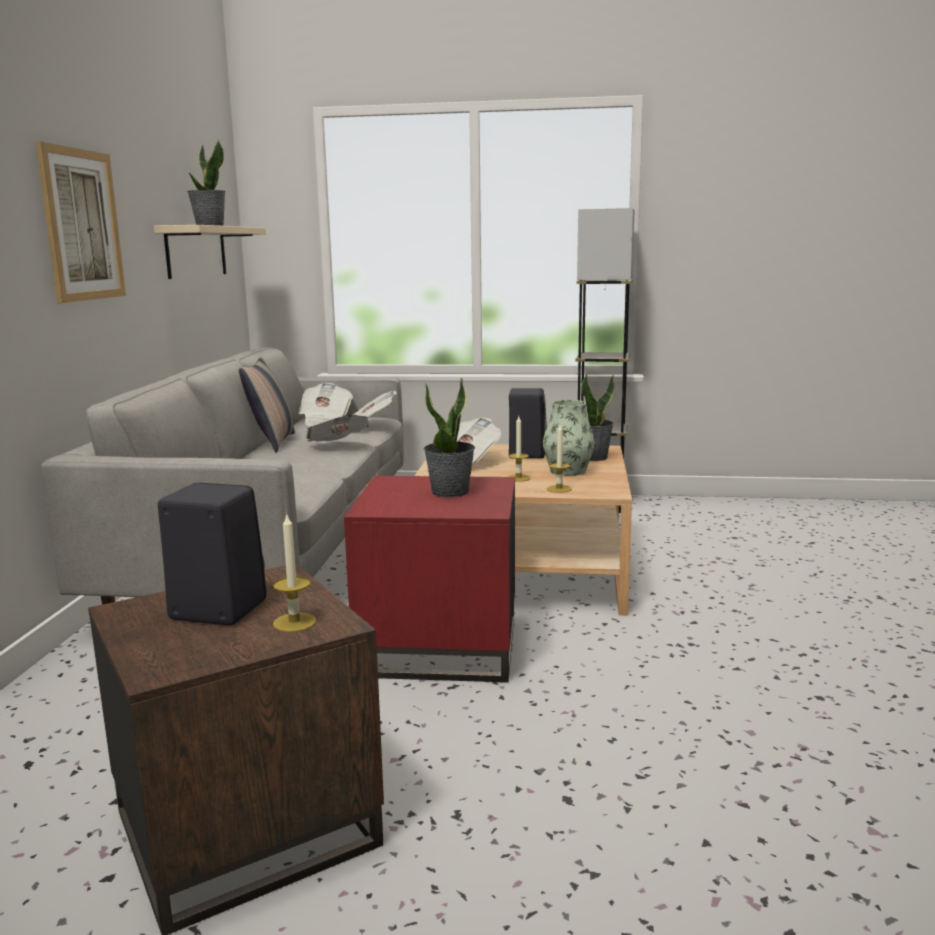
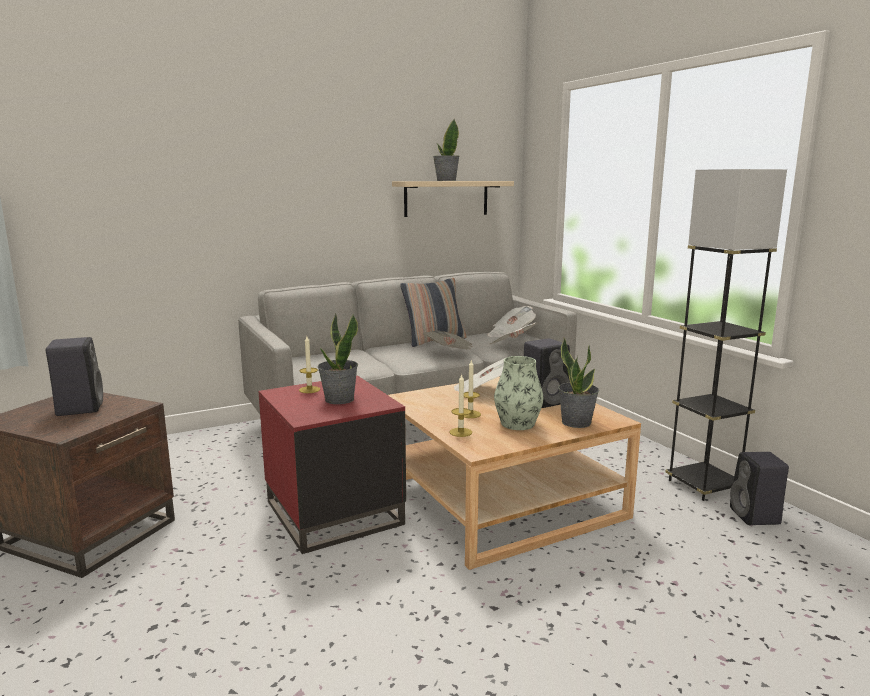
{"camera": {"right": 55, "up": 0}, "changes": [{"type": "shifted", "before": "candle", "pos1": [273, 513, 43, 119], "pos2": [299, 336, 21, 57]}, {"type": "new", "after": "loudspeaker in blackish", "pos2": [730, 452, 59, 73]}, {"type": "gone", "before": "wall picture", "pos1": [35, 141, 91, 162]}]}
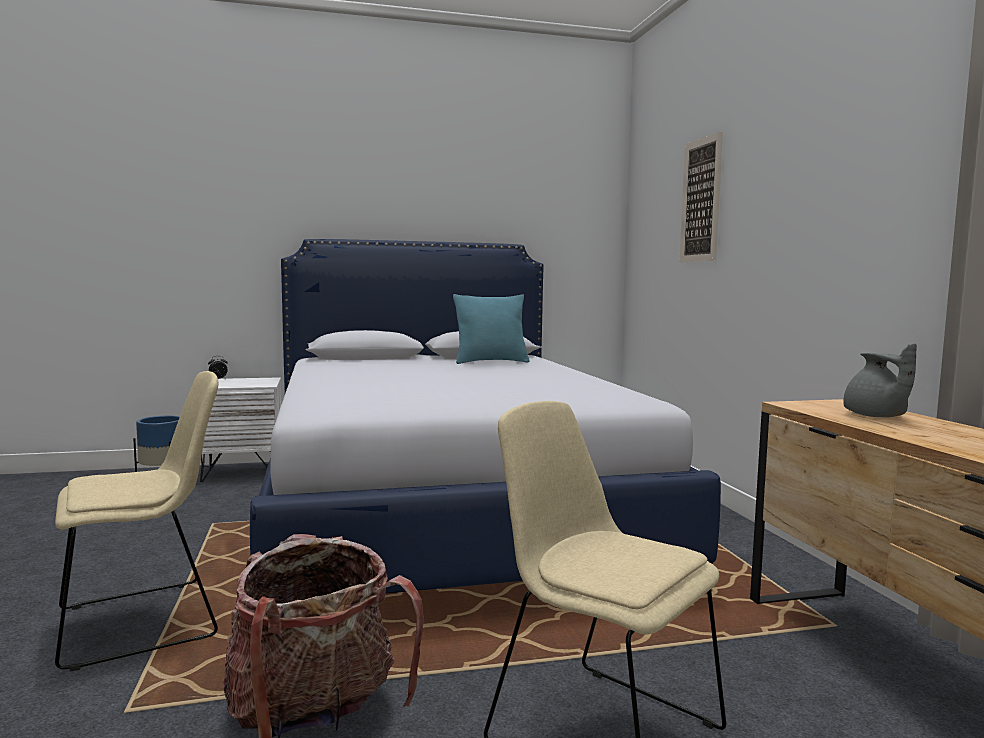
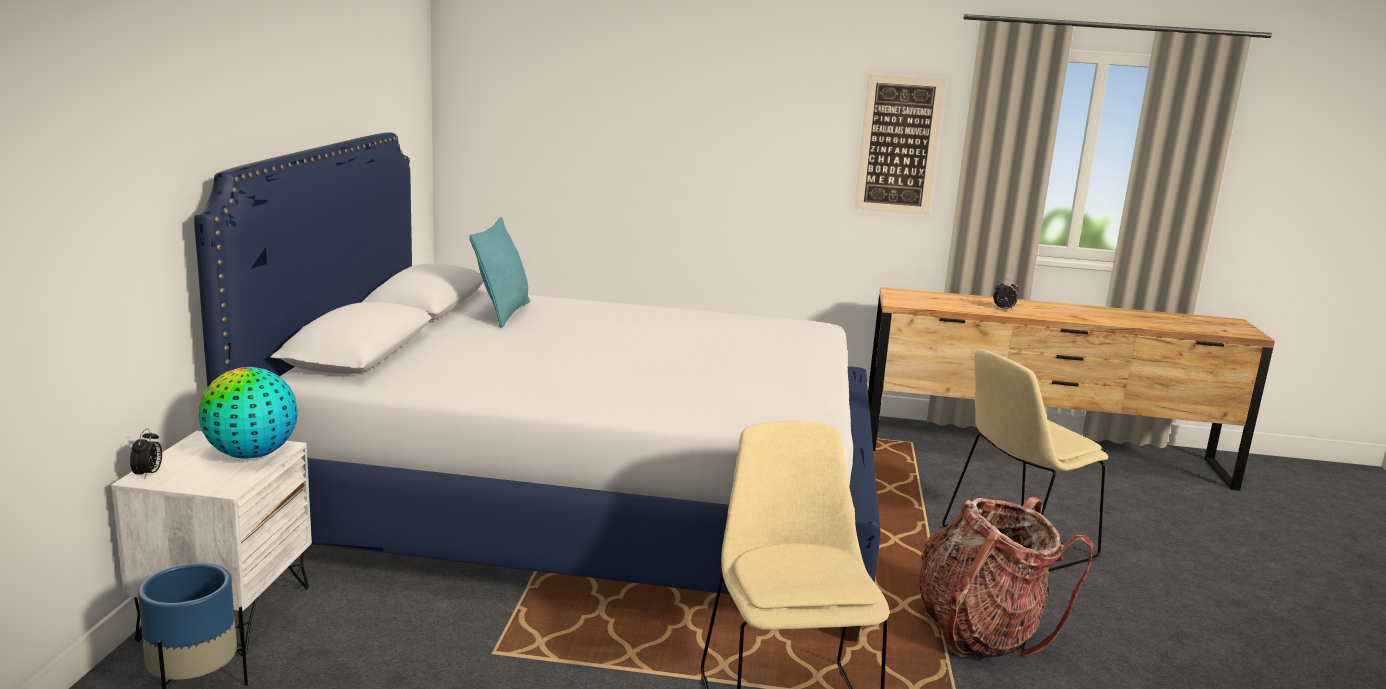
{"camera": {"right": -70, "up": 10}, "changes": [{"type": "new", "after": "desk globe", "pos2": [199, 367, 99, 91]}, {"type": "shifted", "before": "wall picture", "pos1": [679, 131, 44, 132], "pos2": [854, 74, 92, 141]}, {"type": "new", "after": "table clock", "pos2": [993, 280, 26, 30]}, {"type": "gone", "before": "teapot in grey", "pos1": [843, 343, 74, 74]}]}
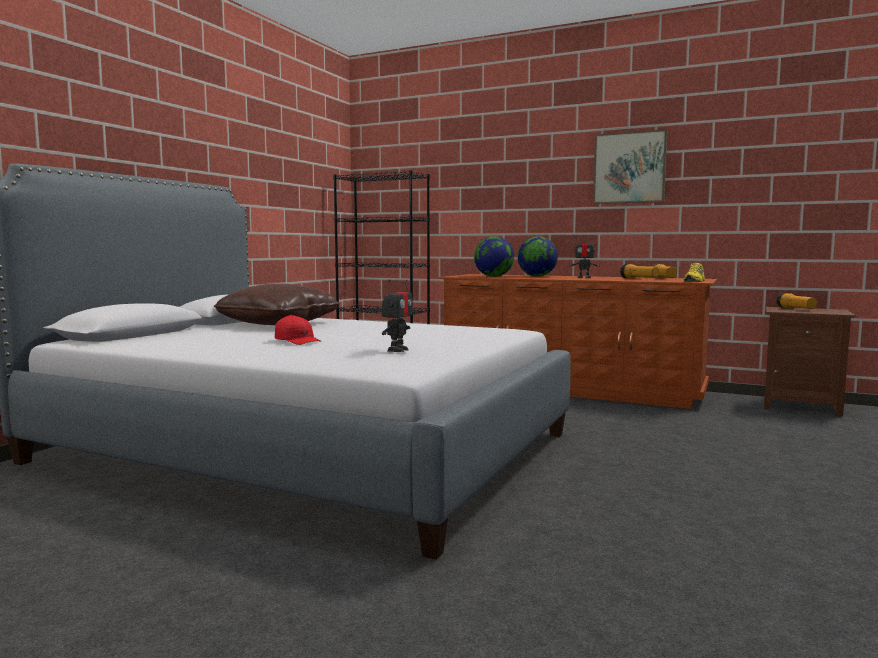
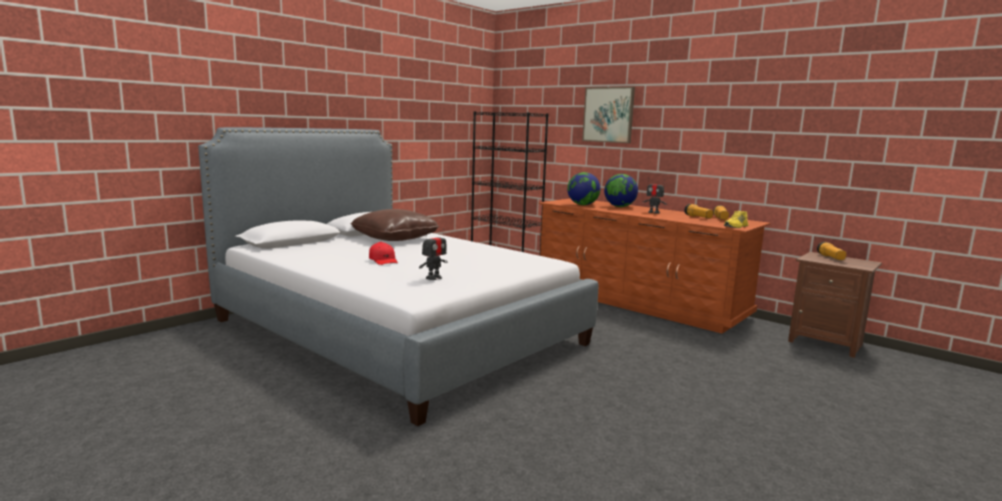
{"camera": {"right": 15, "up": 5}, "changes": [{"type": "shifted", "before": "wall picture", "pos1": [593, 129, 75, 75], "pos2": [582, 87, 53, 56]}]}
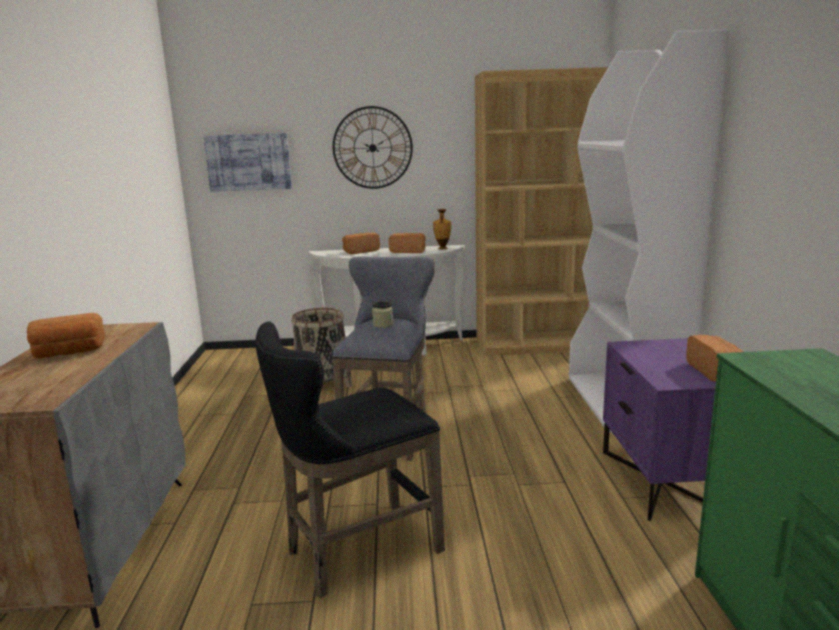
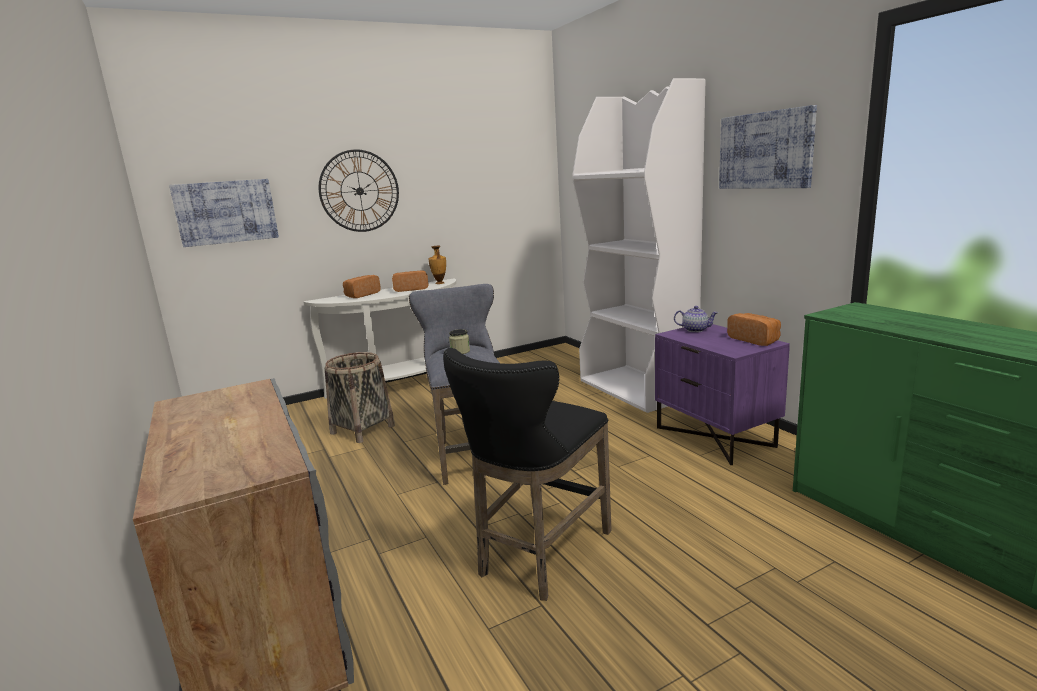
{"camera": {"right": -25, "up": 0}, "changes": [{"type": "new", "after": "teapot", "pos2": [674, 306, 44, 26]}, {"type": "new", "after": "wall picture", "pos2": [719, 105, 98, 84]}, {"type": "gone", "before": "bakery bread", "pos1": [27, 313, 78, 46]}, {"type": "gone", "before": "bookcase in brownish", "pos1": [475, 67, 133, 289]}]}
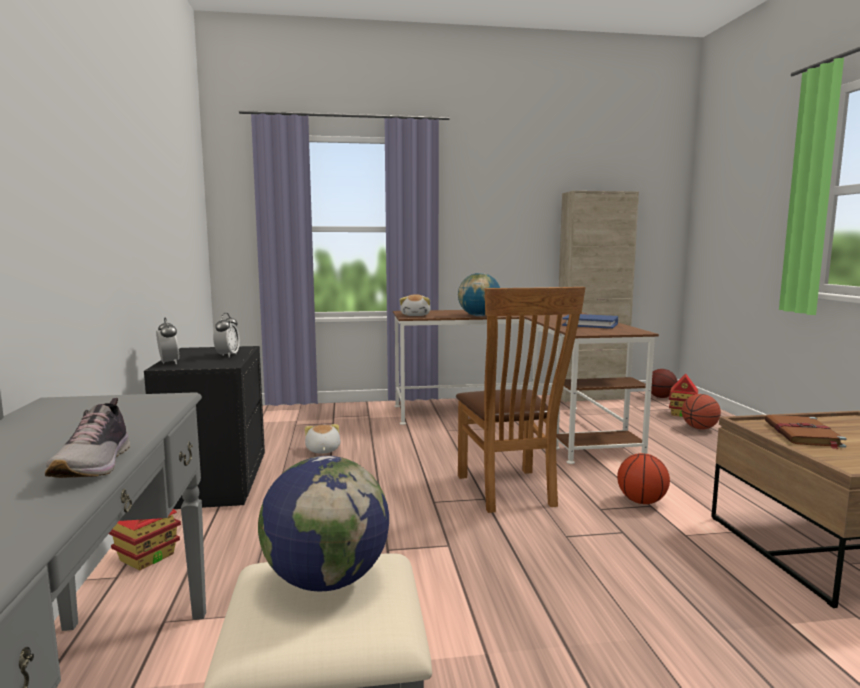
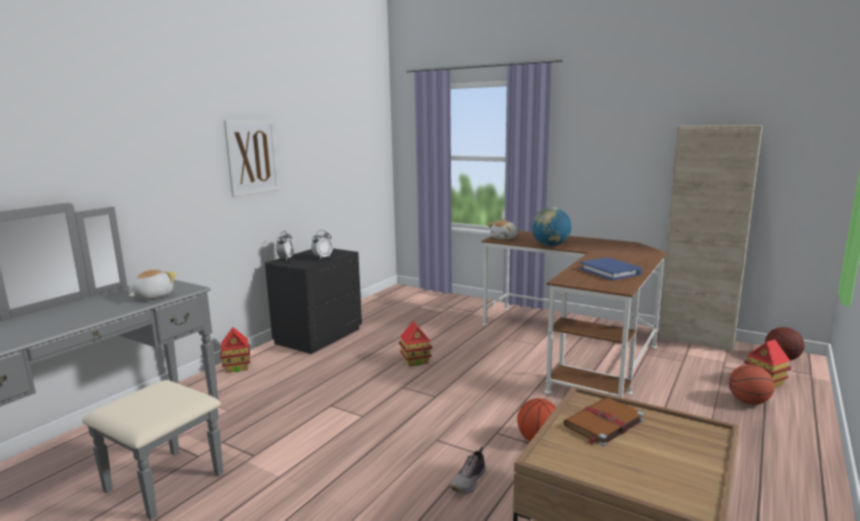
{"camera": {"right": 40, "up": 5}, "changes": [{"type": "shifted", "before": "cuddly toy", "pos1": [305, 424, 35, 29], "pos2": [128, 269, 49, 31]}, {"type": "new", "after": "wall picture", "pos2": [224, 119, 56, 78]}, {"type": "new", "after": "miniature house", "pos2": [399, 321, 33, 46]}, {"type": "shifted", "before": "shoe", "pos1": [45, 398, 85, 80], "pos2": [450, 447, 36, 47]}, {"type": "gone", "before": "desk globe", "pos1": [258, 456, 131, 135]}, {"type": "gone", "before": "chair in brownish", "pos1": [456, 287, 130, 226]}]}
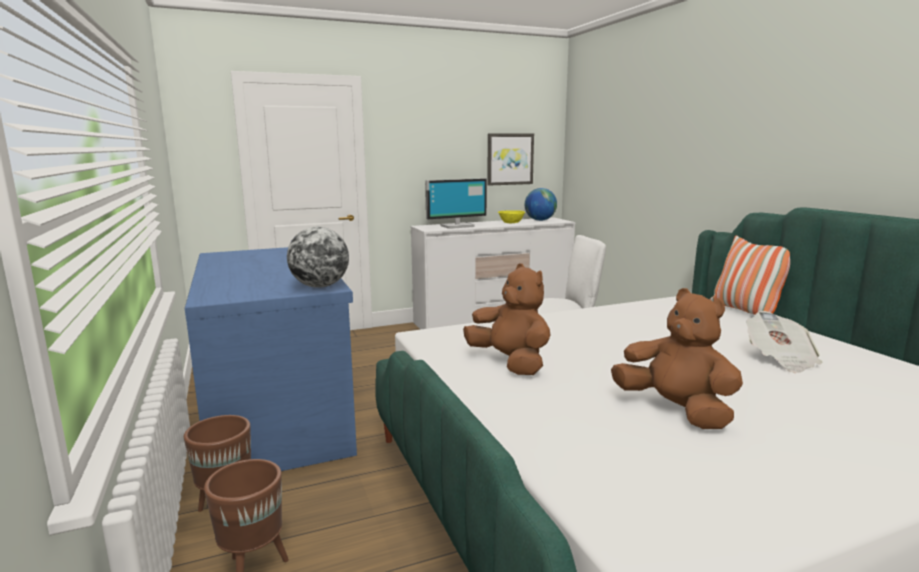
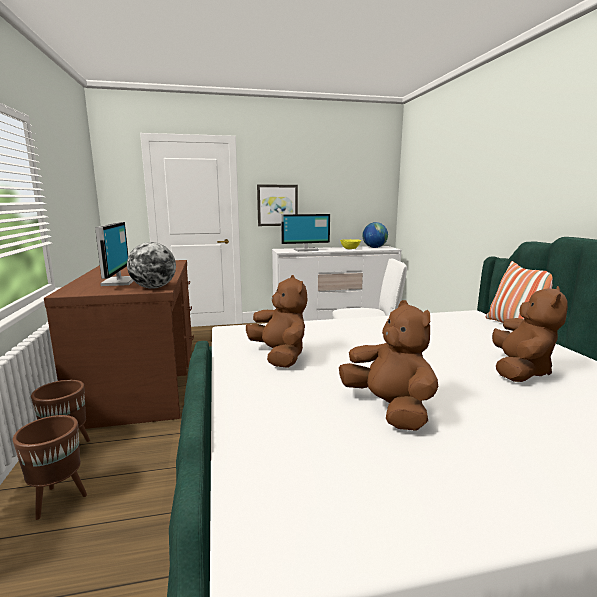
{"camera": {"right": 10, "up": 0}, "changes": [{"type": "repainted", "before": "desk unit in blue", "after": "desk unit in brownish", "pos1": [185, 247, 172, 224], "pos2": [44, 260, 150, 170]}, {"type": "new", "after": "computer display", "pos2": [95, 222, 38, 64]}, {"type": "shifted", "before": "wall picture", "pos1": [487, 133, 47, 53], "pos2": [257, 184, 41, 42]}, {"type": "swapped", "before": "newspaper", "after": "cuddly toy in brownish", "pos1": [746, 311, 77, 62], "pos2": [492, 286, 76, 96]}]}
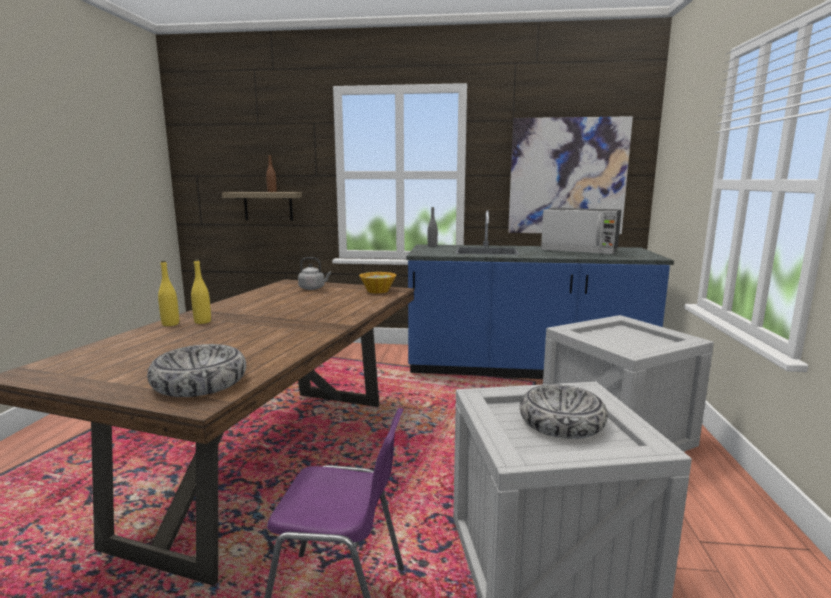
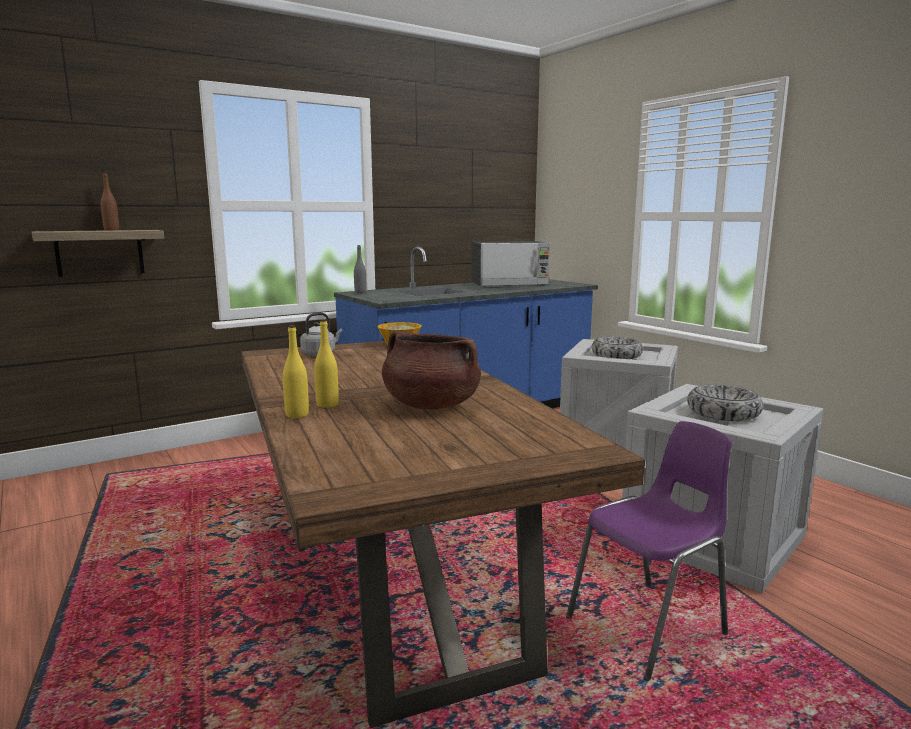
{"camera": {"right": -40, "up": 0}, "changes": [{"type": "new", "after": "saucepot in brownish", "pos2": [382, 331, 99, 79]}, {"type": "shifted", "before": "deep dish", "pos1": [147, 344, 99, 53], "pos2": [592, 337, 51, 22]}, {"type": "gone", "before": "wall picture", "pos1": [508, 116, 125, 118]}]}
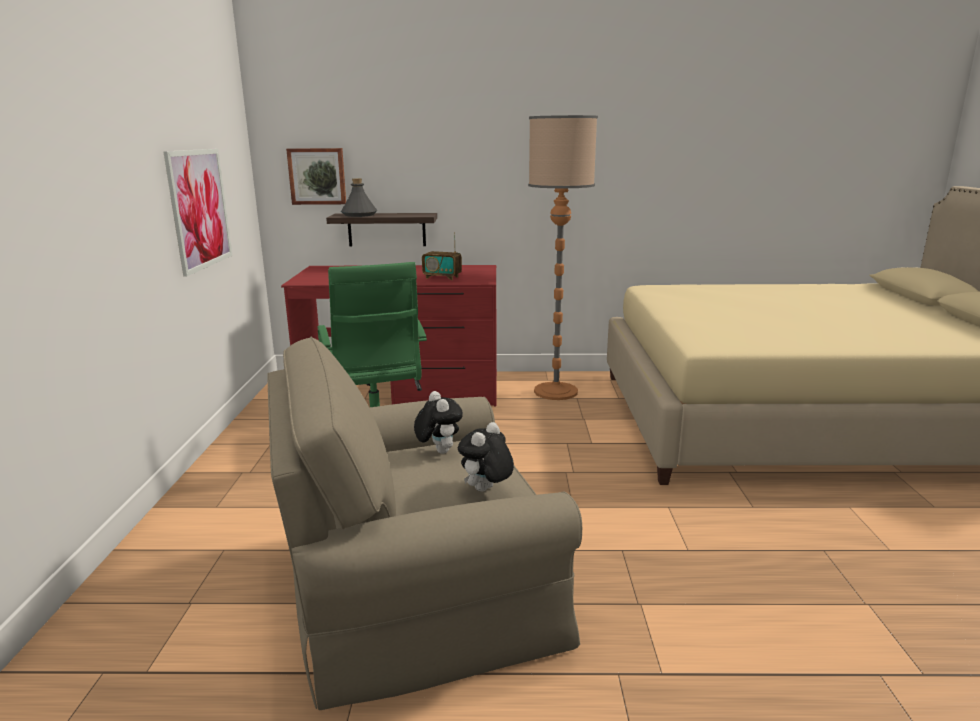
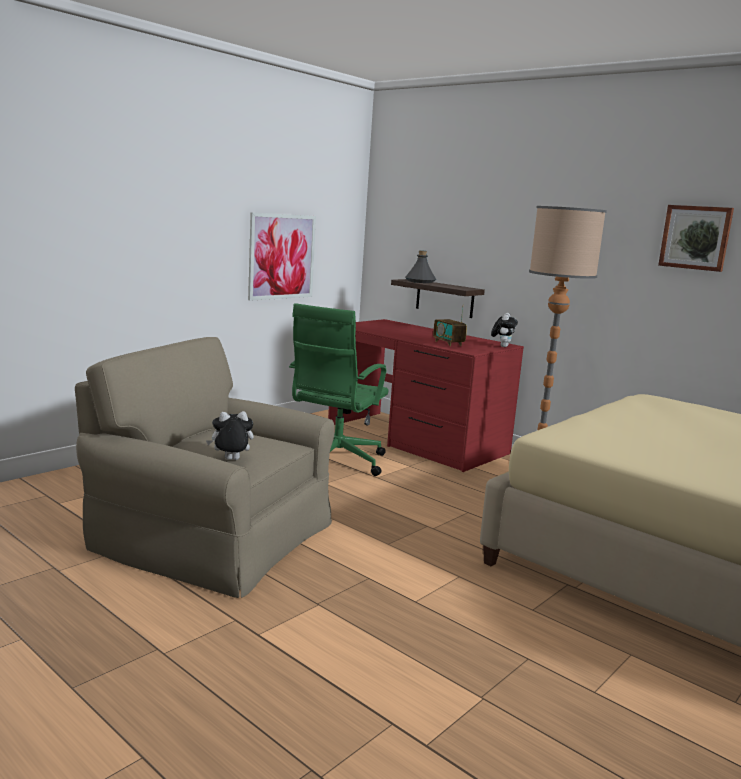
{"camera": {"right": 40, "up": -5}, "changes": [{"type": "shifted", "before": "cuddly toy", "pos1": [414, 391, 49, 63], "pos2": [491, 313, 27, 34]}, {"type": "shifted", "before": "wall picture", "pos1": [286, 148, 60, 57], "pos2": [658, 205, 76, 67]}]}
